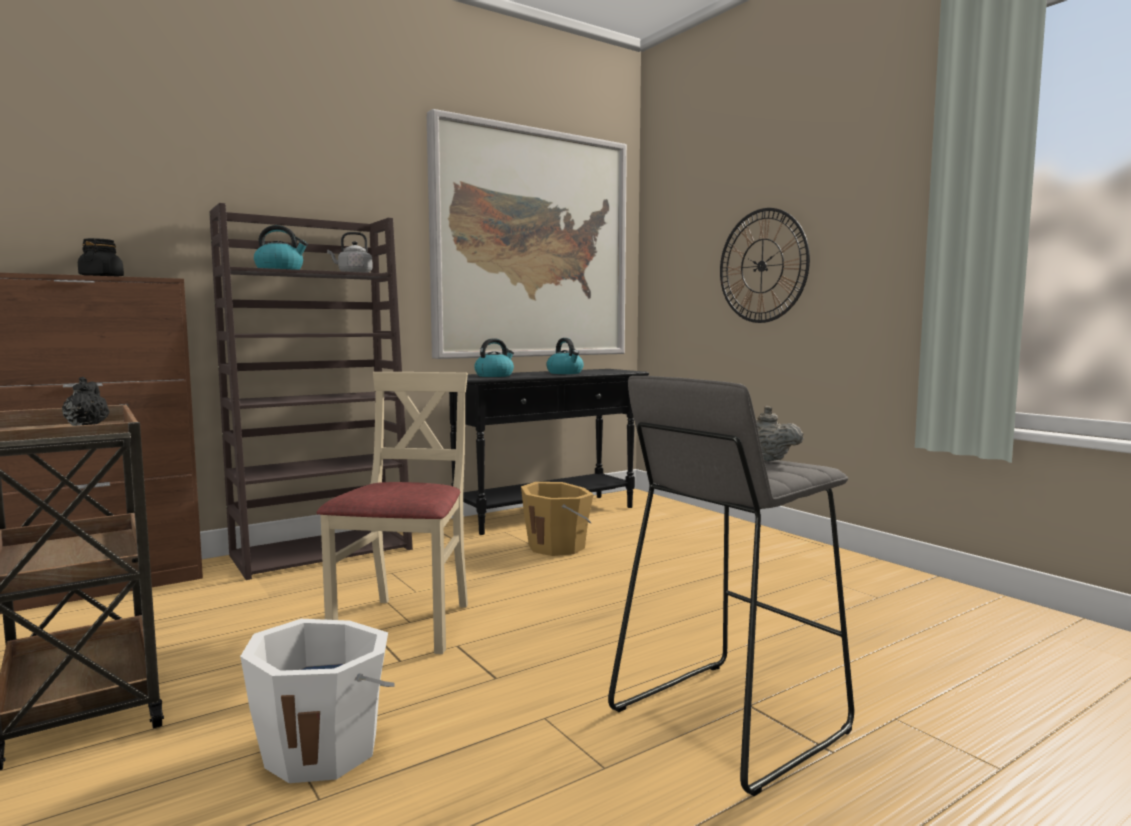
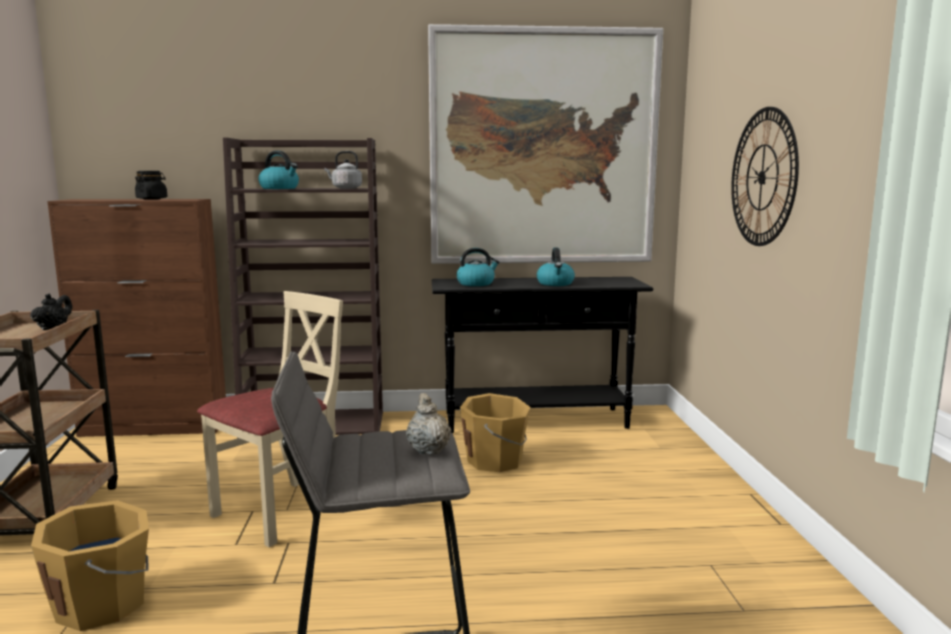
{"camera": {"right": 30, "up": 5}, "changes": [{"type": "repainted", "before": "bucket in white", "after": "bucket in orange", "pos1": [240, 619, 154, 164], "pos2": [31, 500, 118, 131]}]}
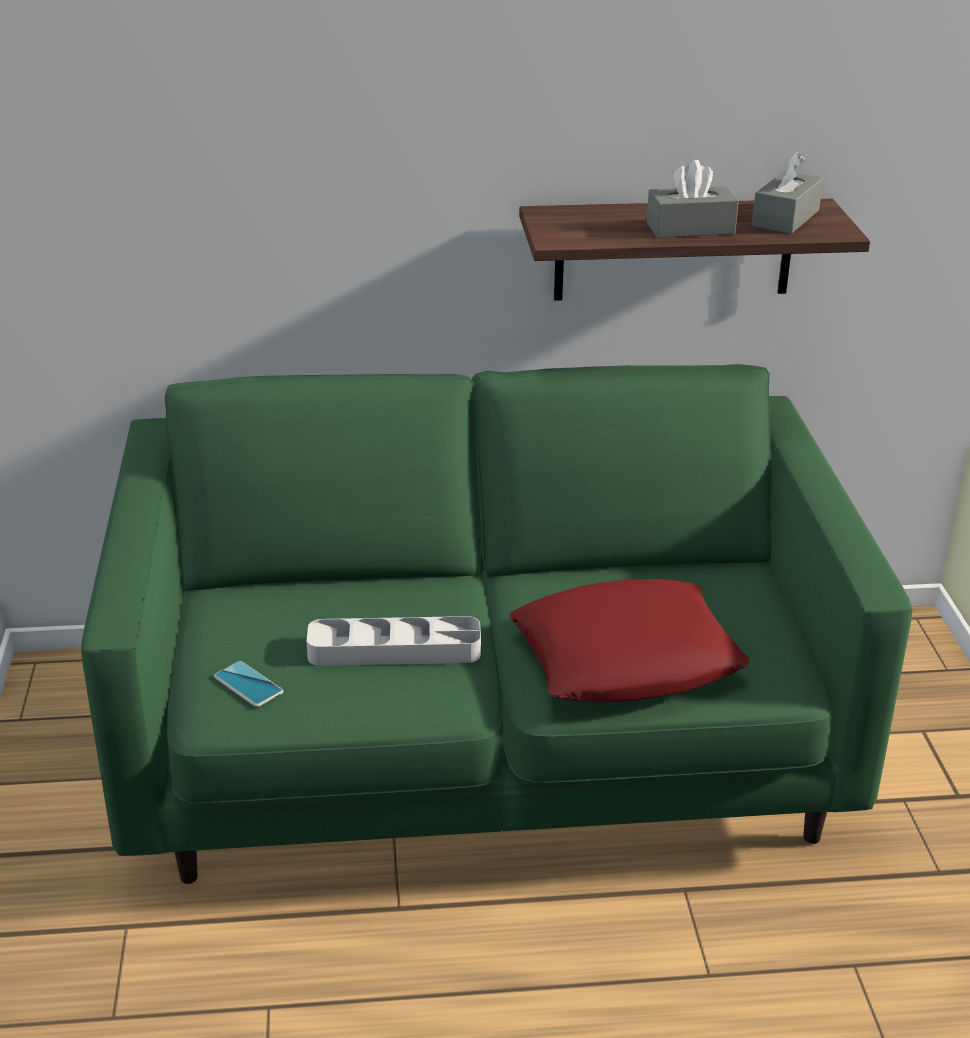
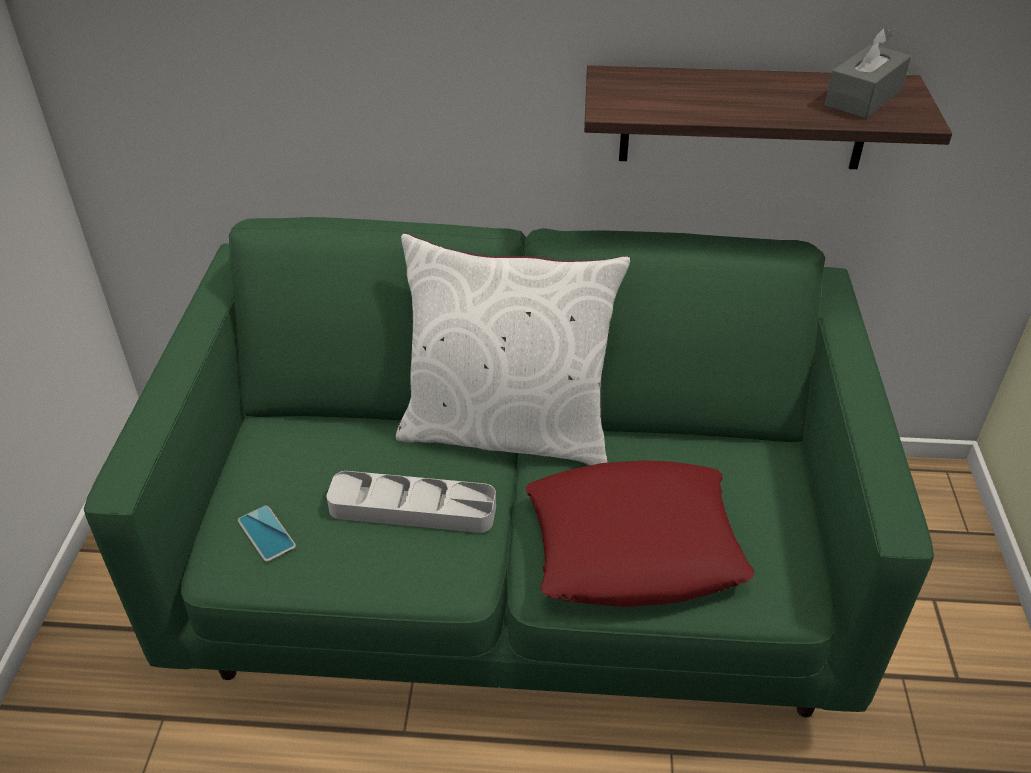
{"camera": {"right": 10, "up": 10}, "changes": [{"type": "new", "after": "pillow in white", "pos2": [396, 233, 234, 232]}, {"type": "gone", "before": "tissue box in grey", "pos1": [647, 160, 92, 78]}]}
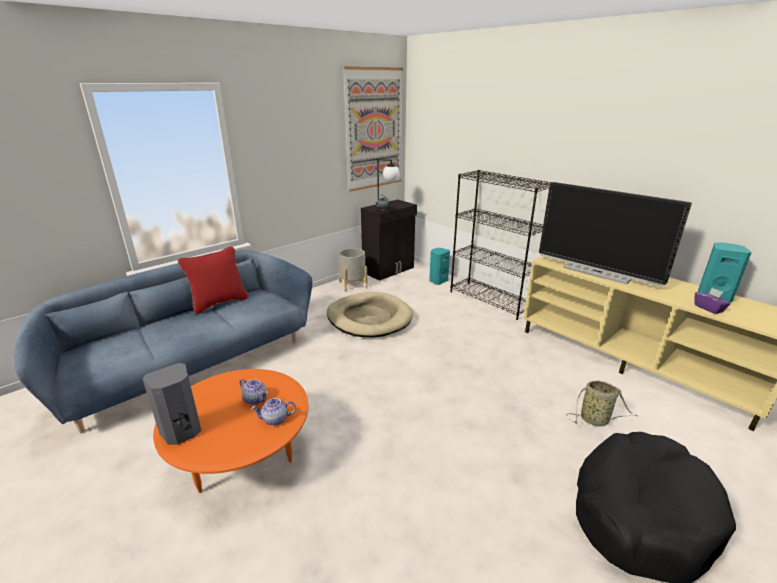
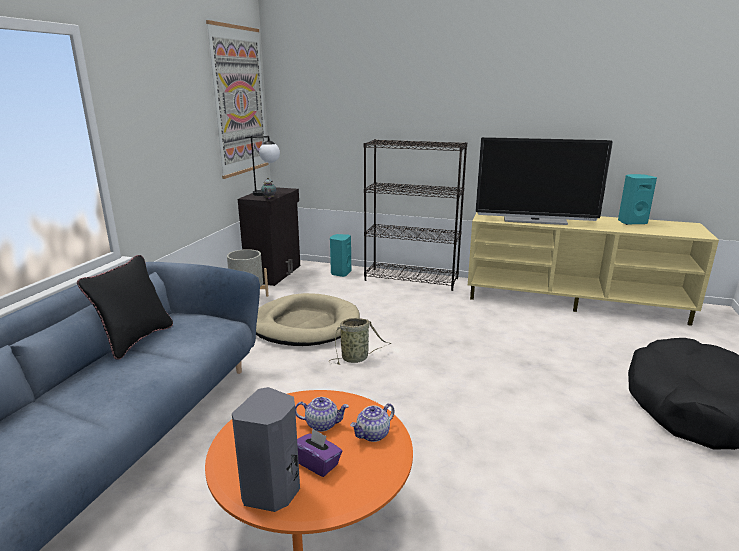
{"camera": {"right": -30, "up": -5}, "changes": [{"type": "repainted", "before": "pillow in red-coloured", "after": "pillow in blackish", "pos1": [178, 247, 70, 67], "pos2": [77, 255, 96, 105]}, {"type": "shifted", "before": "tissue box in purple", "pos1": [694, 288, 37, 26], "pos2": [297, 429, 45, 48]}, {"type": "shifted", "before": "basket", "pos1": [566, 380, 72, 46], "pos2": [328, 318, 64, 47]}]}
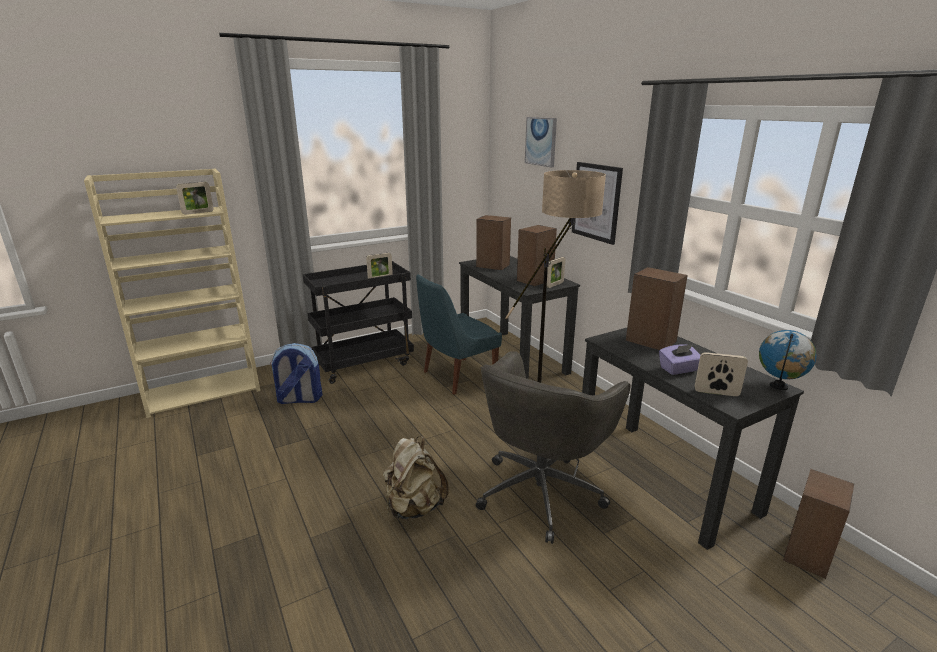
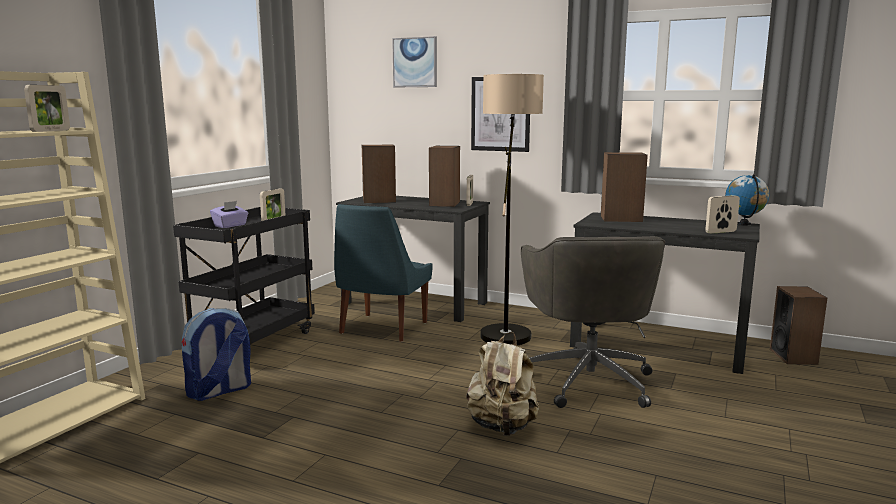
{"camera": {"right": -35, "up": -10}, "changes": [{"type": "shifted", "before": "tissue box in purple", "pos1": [659, 344, 41, 31], "pos2": [210, 201, 38, 27]}]}
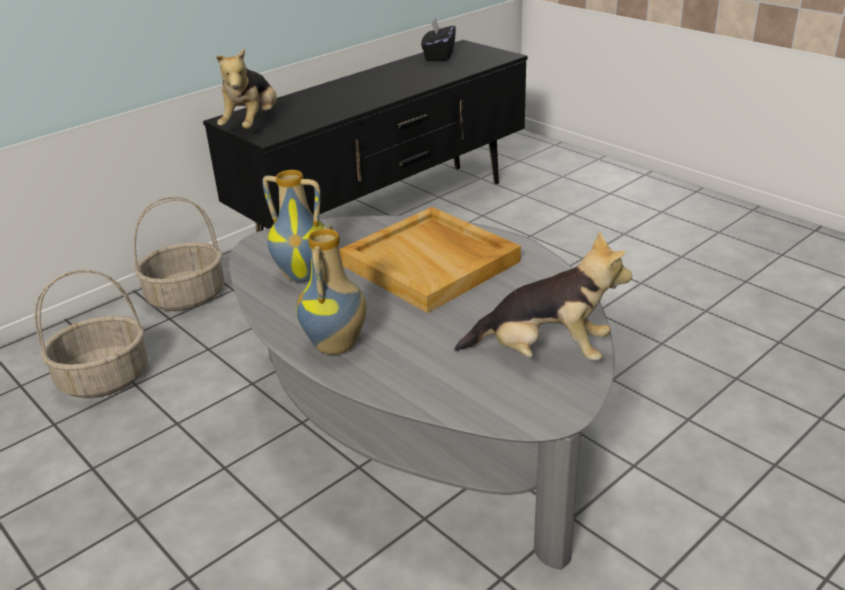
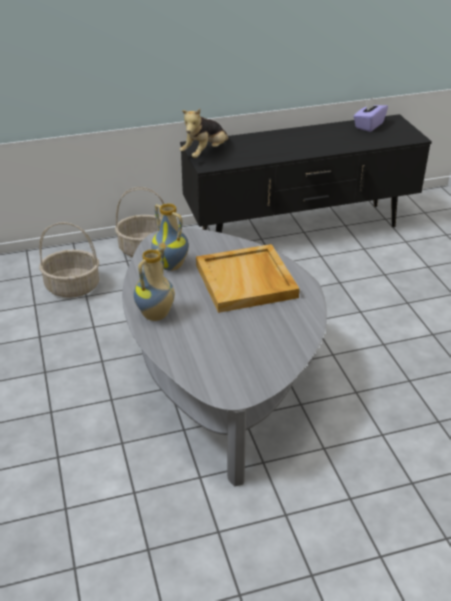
{"camera": {"right": 25, "up": 5}, "changes": [{"type": "repainted", "before": "tissue box in blackish", "after": "tissue box in purple", "pos1": [421, 18, 35, 43], "pos2": [353, 98, 35, 34]}, {"type": "gone", "before": "cuddly toy", "pos1": [454, 231, 178, 130]}]}
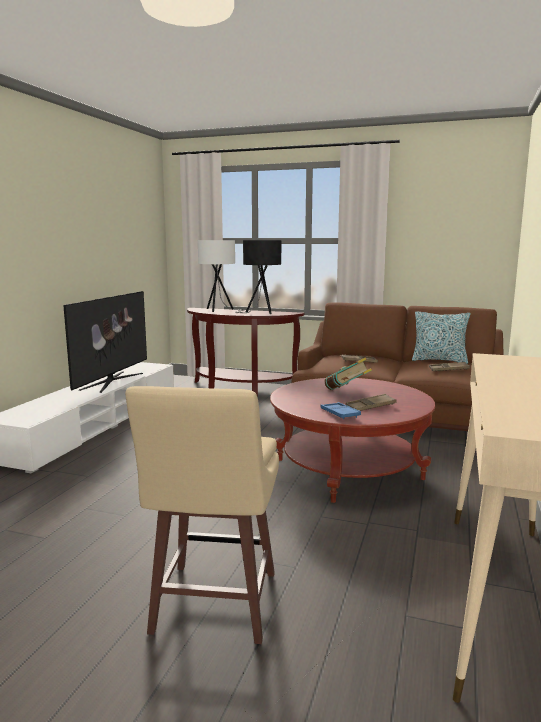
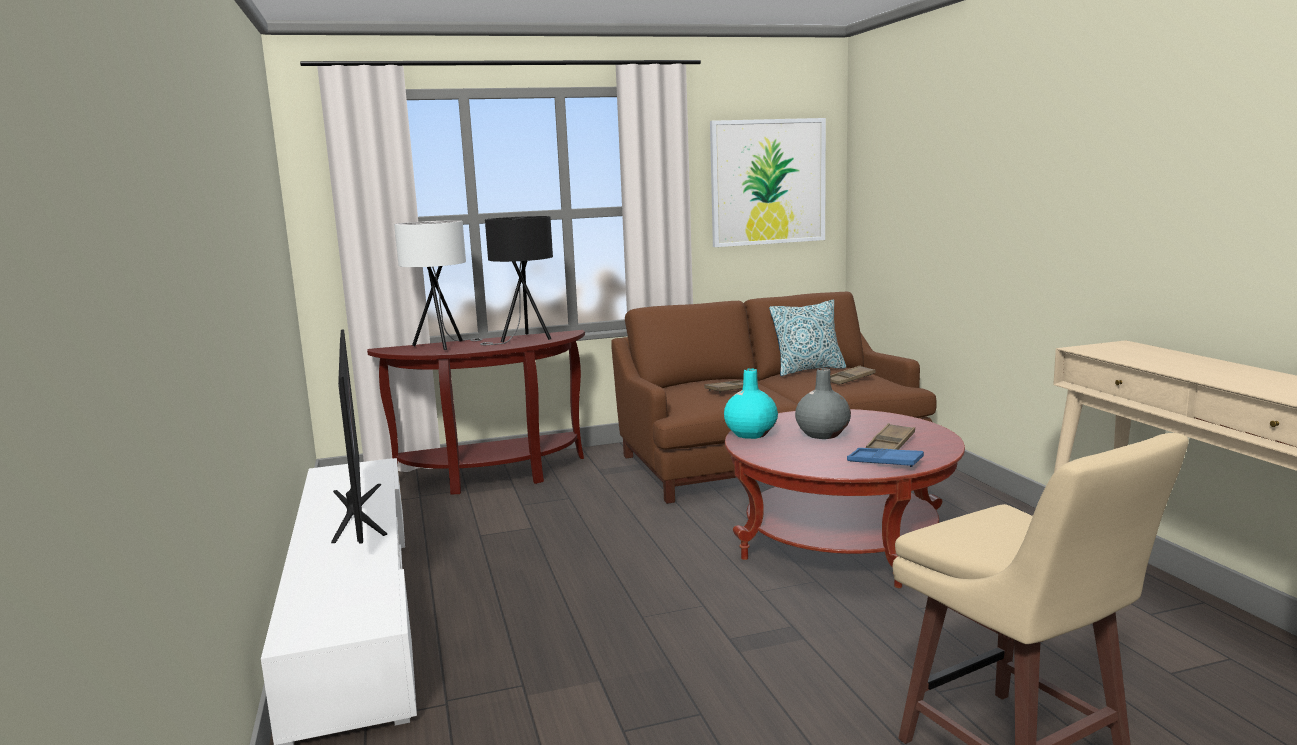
{"camera": {"right": -35, "up": 0}, "changes": [{"type": "new", "after": "wall picture", "pos2": [710, 118, 116, 129]}, {"type": "new", "after": "decorative vase in turquoise", "pos2": [724, 368, 54, 71]}, {"type": "swapped", "before": "volume", "after": "decorative vase in grey", "pos1": [325, 357, 47, 33], "pos2": [795, 368, 56, 71]}]}
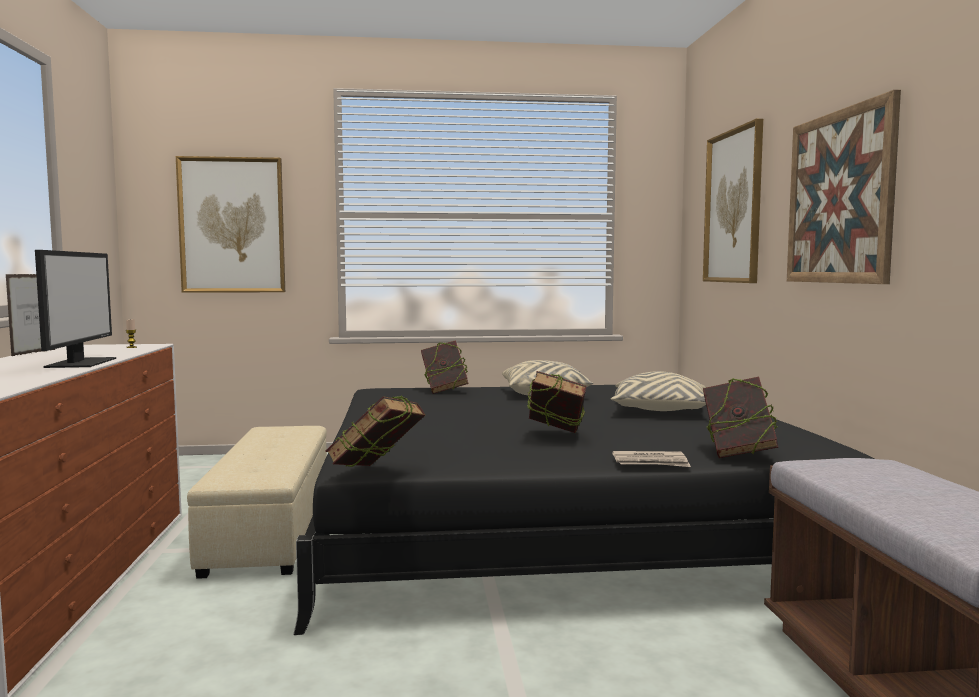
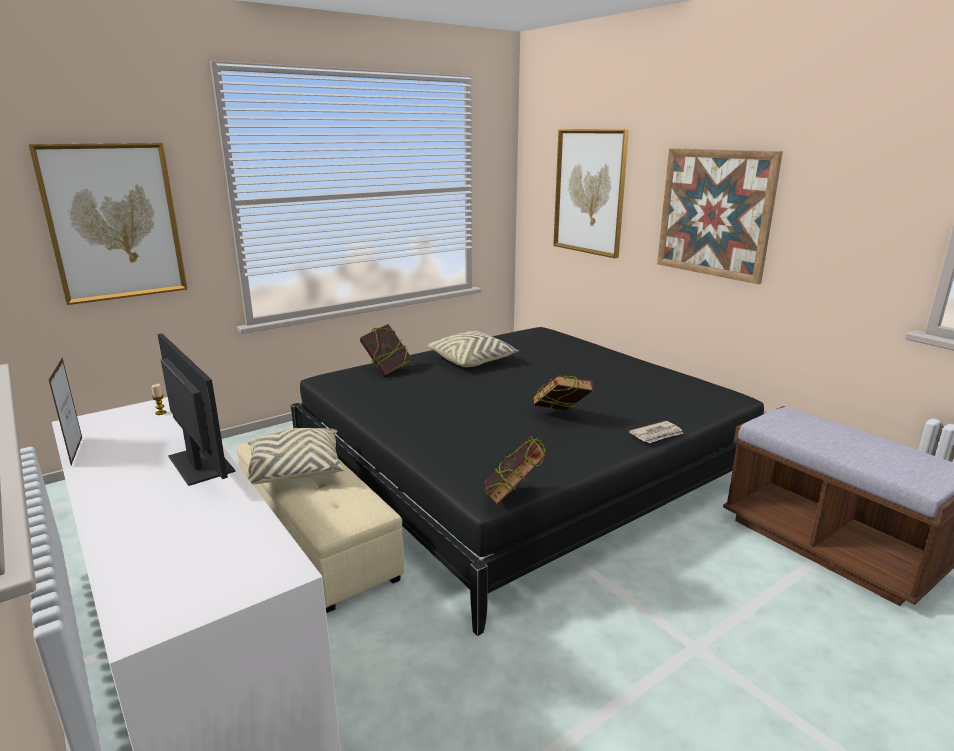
{"camera": {"right": -30, "up": 15}, "changes": [{"type": "shifted", "before": "pillow in sand-coloured", "pos1": [611, 371, 95, 40], "pos2": [247, 428, 97, 56]}, {"type": "gone", "before": "volume", "pos1": [703, 376, 75, 82]}]}
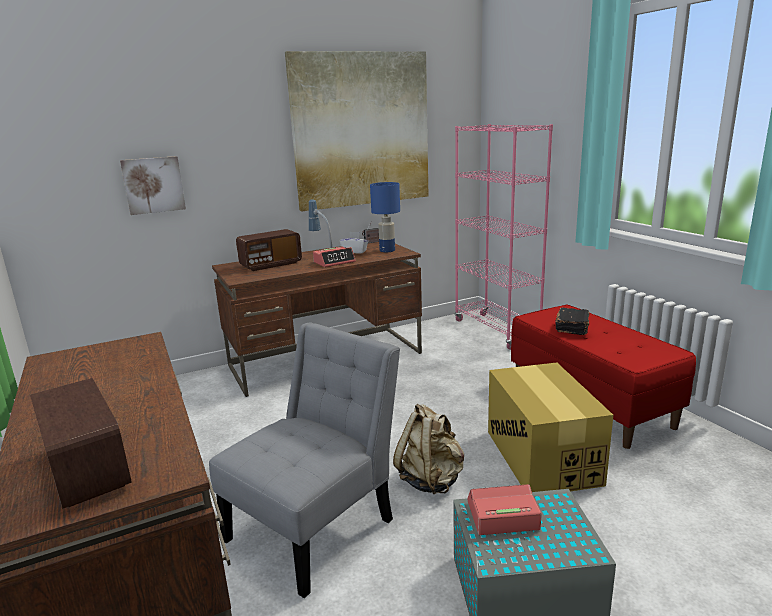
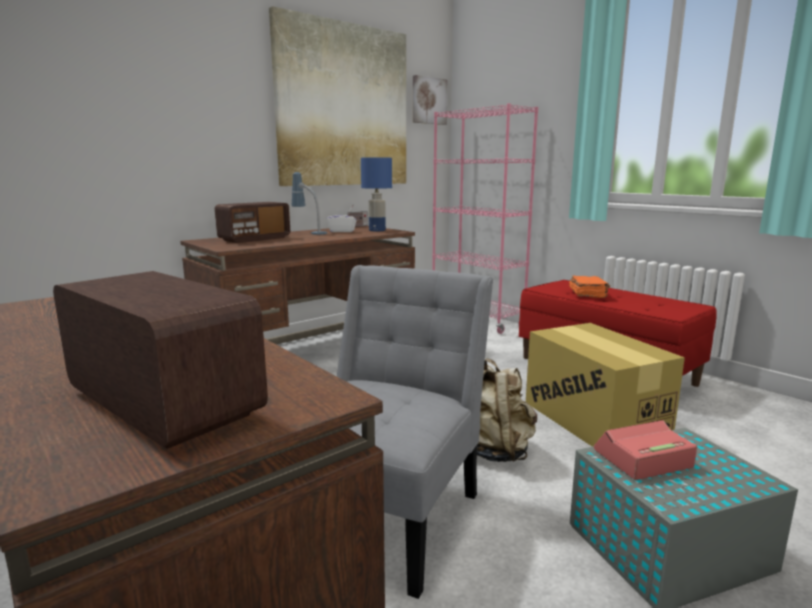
{"camera": {"right": -15, "up": -5}, "changes": [{"type": "shifted", "before": "wall picture", "pos1": [120, 156, 66, 59], "pos2": [413, 75, 34, 50]}, {"type": "repainted", "before": "volume in blackish", "after": "volume in orange", "pos1": [555, 307, 35, 28], "pos2": [569, 275, 41, 23]}, {"type": "gone", "before": "table clock", "pos1": [313, 246, 43, 21]}]}
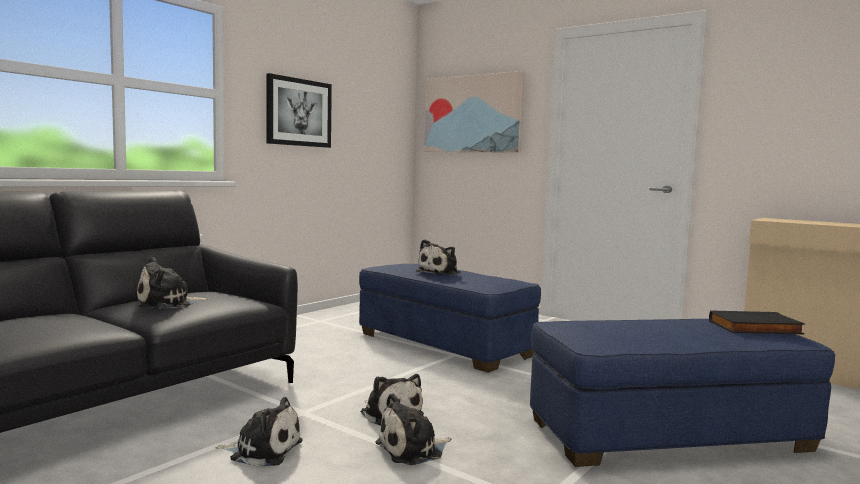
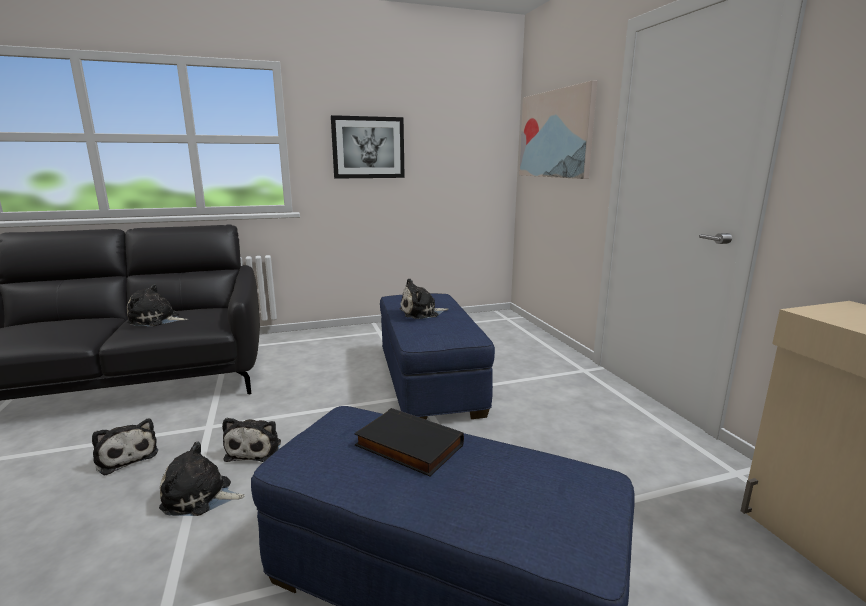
{"camera": {"right": 35, "up": 10}, "changes": [{"type": "shifted", "before": "volume in blackish", "pos1": [709, 311, 96, 23], "pos2": [354, 408, 110, 68]}]}
